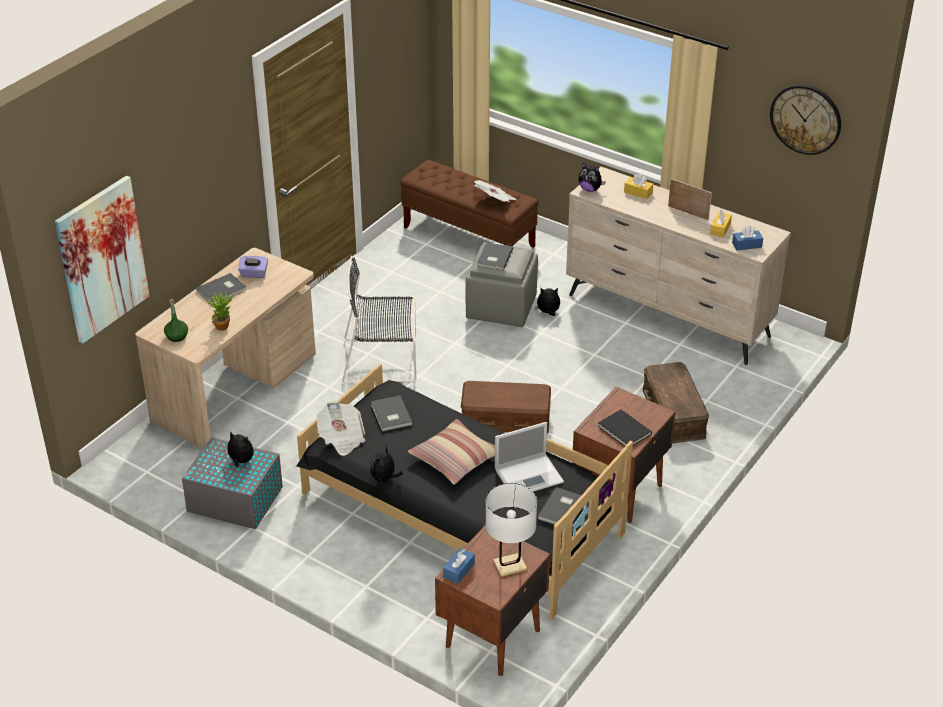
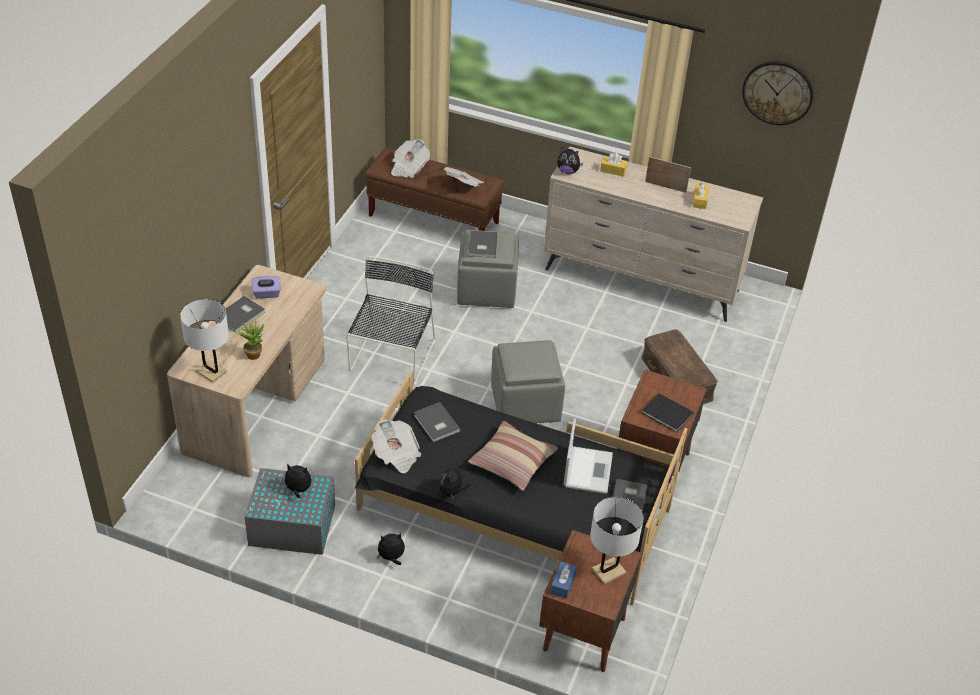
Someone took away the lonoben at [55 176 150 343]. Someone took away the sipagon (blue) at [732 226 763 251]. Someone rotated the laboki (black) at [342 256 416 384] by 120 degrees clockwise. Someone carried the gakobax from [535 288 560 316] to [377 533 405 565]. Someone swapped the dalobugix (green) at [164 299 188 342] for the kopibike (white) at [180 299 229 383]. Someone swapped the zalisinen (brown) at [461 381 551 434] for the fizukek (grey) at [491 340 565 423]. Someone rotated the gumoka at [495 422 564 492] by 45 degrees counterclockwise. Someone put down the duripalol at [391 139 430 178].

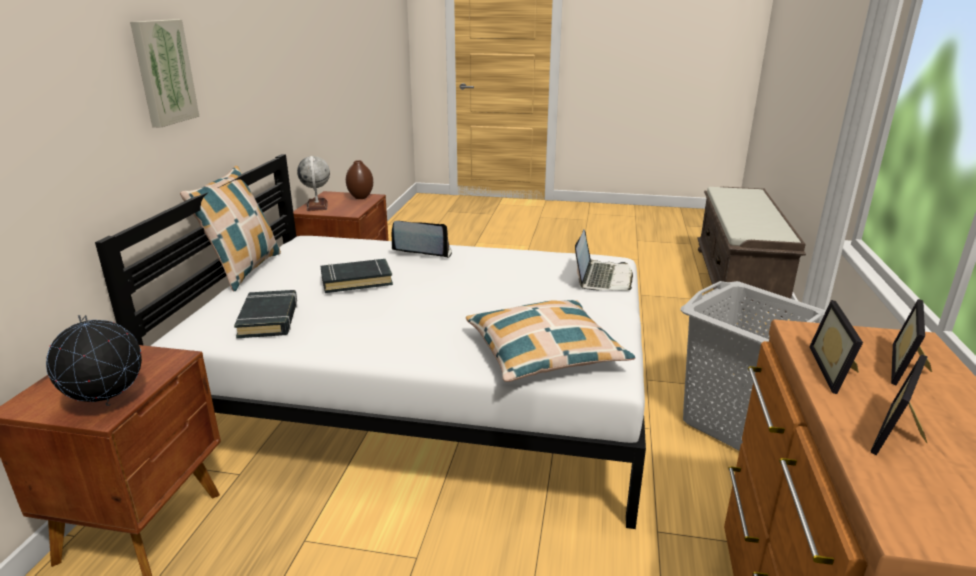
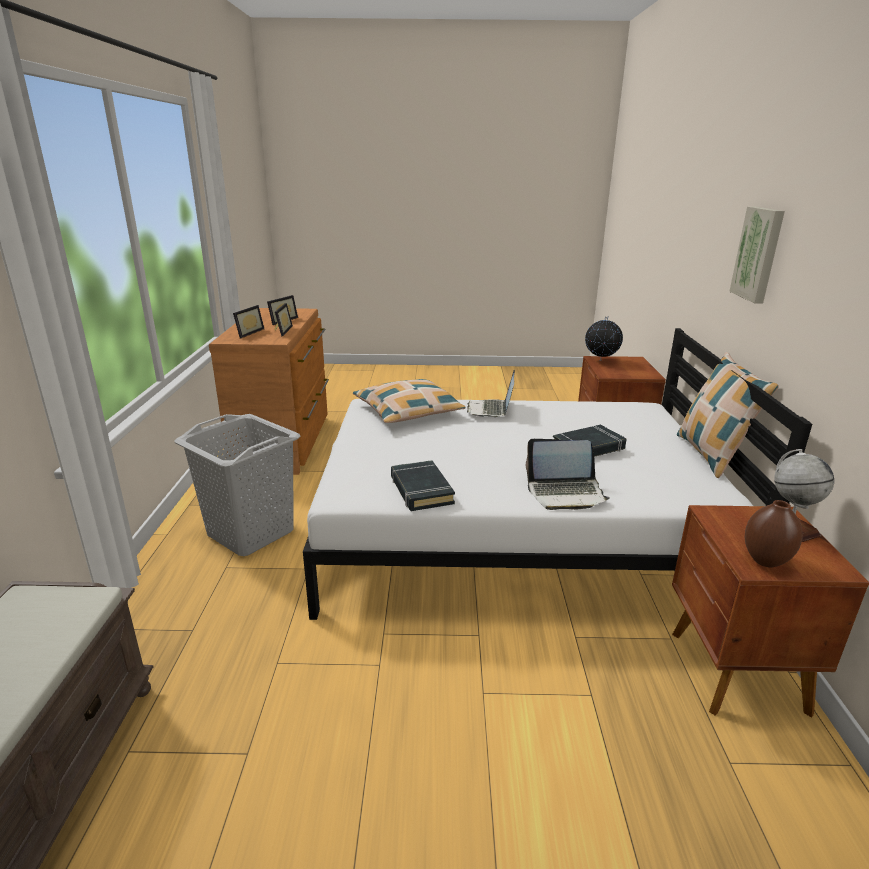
Someone carried the gumoka from [575 230 633 291] to [467 370 515 417]. Someone carried the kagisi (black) from [234 290 297 338] to [391 460 455 511].

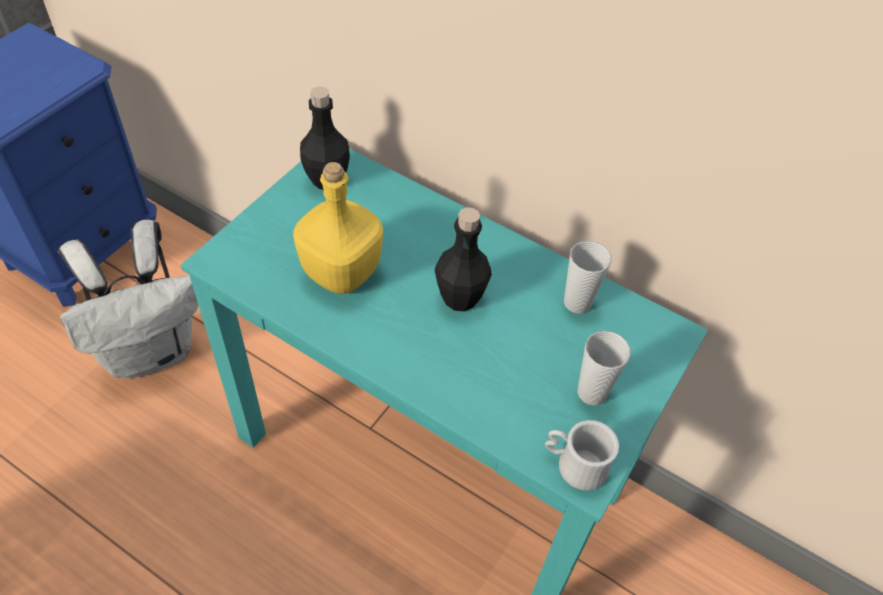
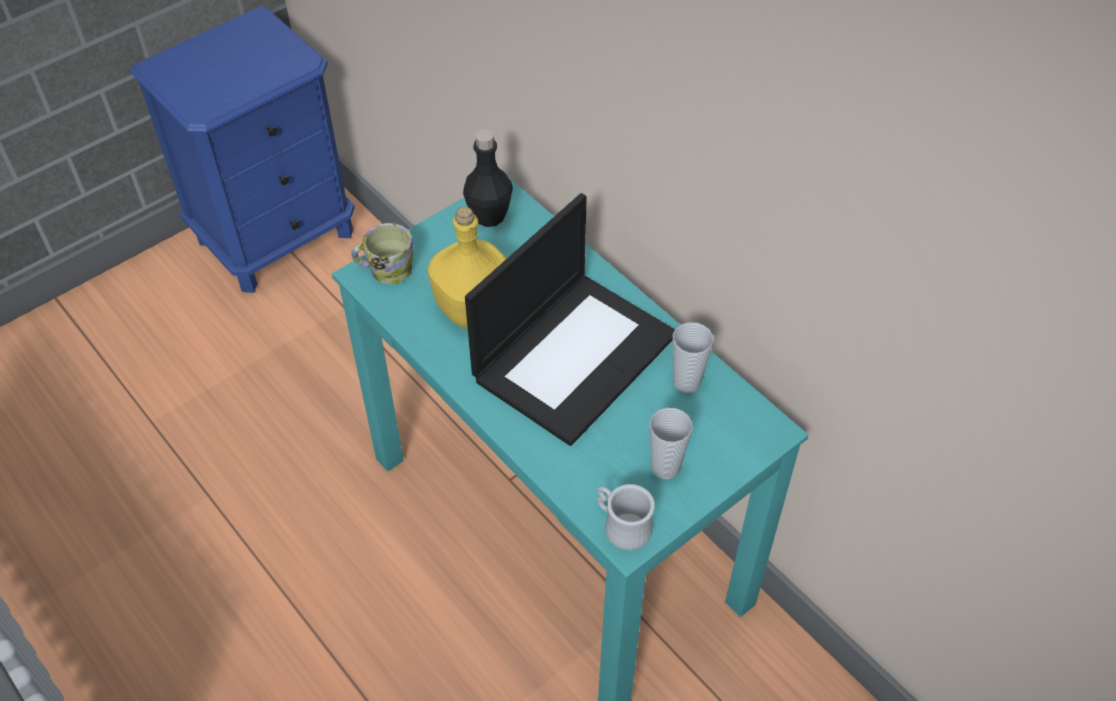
Someone swapped the dalobugix (black) at [435 207 492 312] for the gumoka at [465 193 675 446]. Someone took away the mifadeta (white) at [57 220 198 379]. Someone put down the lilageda at [351 223 413 284].

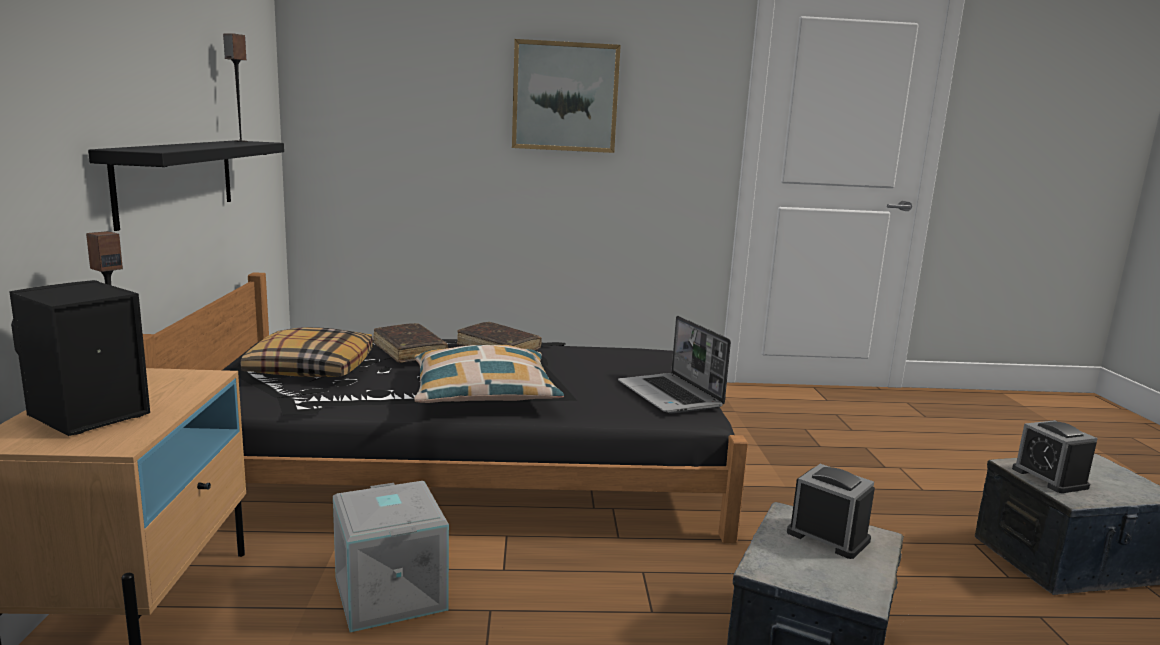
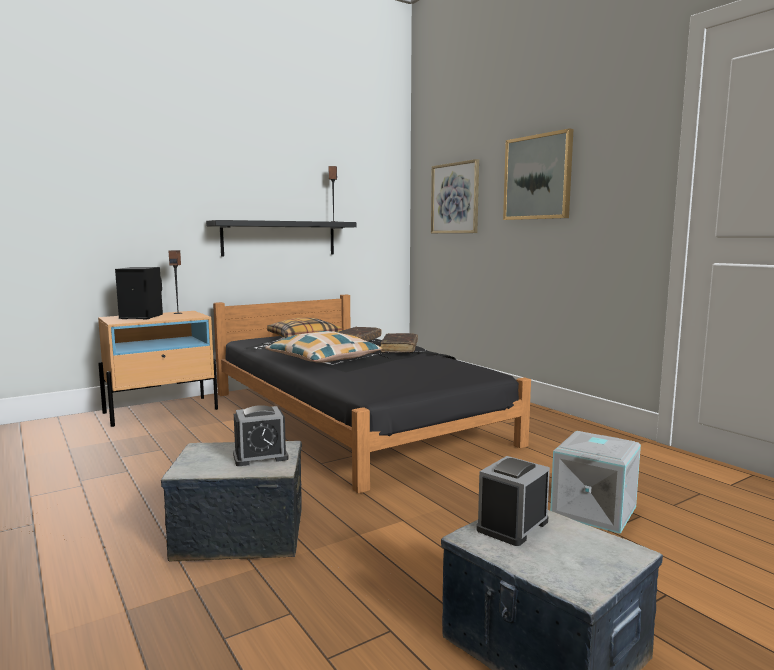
Someone took away the gumoka at [618 316 731 413]. Someone rotated the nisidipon at [787 464 875 559] by 60 degrees clockwise. Someone carried the zalisinen (grey) from [333 481 449 632] to [550 431 641 534]. Someone put up the lonoben at [431 159 479 233].

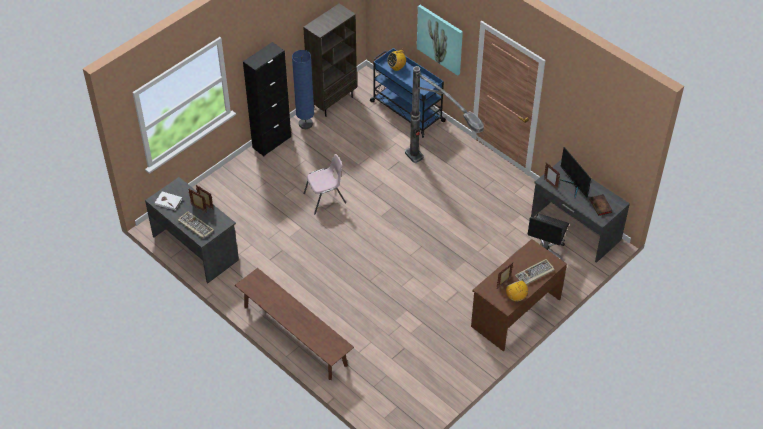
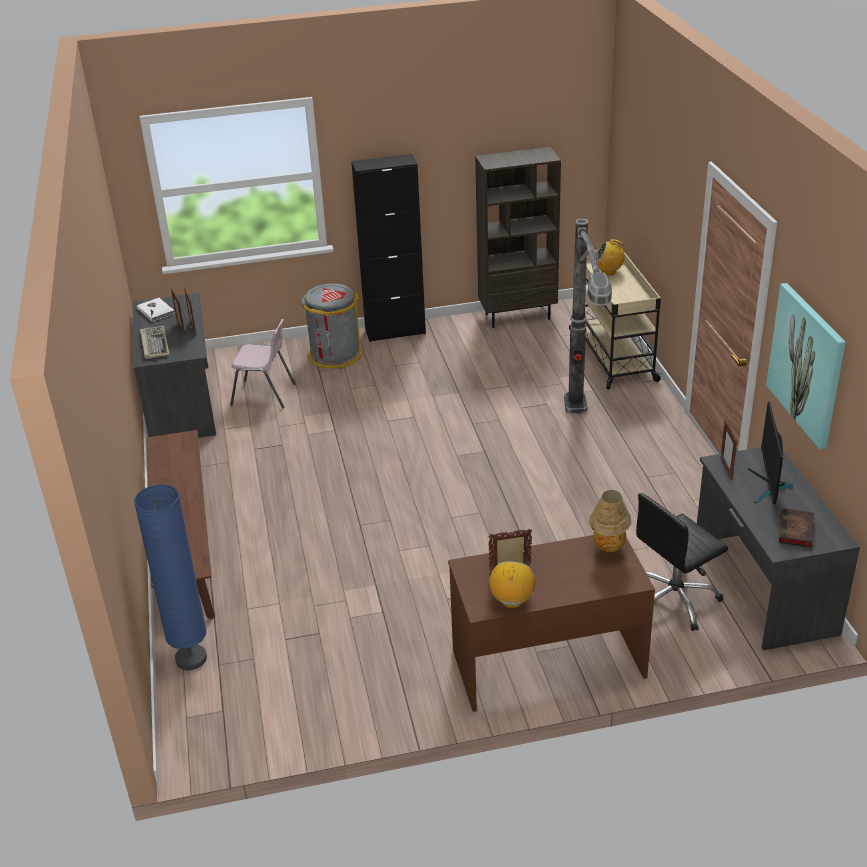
Someone carried the lonoben from [417 5 463 76] to [766 283 846 450]. Someone repainted the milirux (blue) at [370 48 447 138], which became the milirux (beige) at [569 250 662 389]. Someone carried the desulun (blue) from [292 50 314 129] to [134 484 207 670]. Someone carried the laboki (pink) from [304 154 346 214] to [230 319 296 408]. Someone took away the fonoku at [515 259 555 285]. Someone put down the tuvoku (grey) at [300 284 362 368]. Someone put down the kopibike at [589 490 631 552].

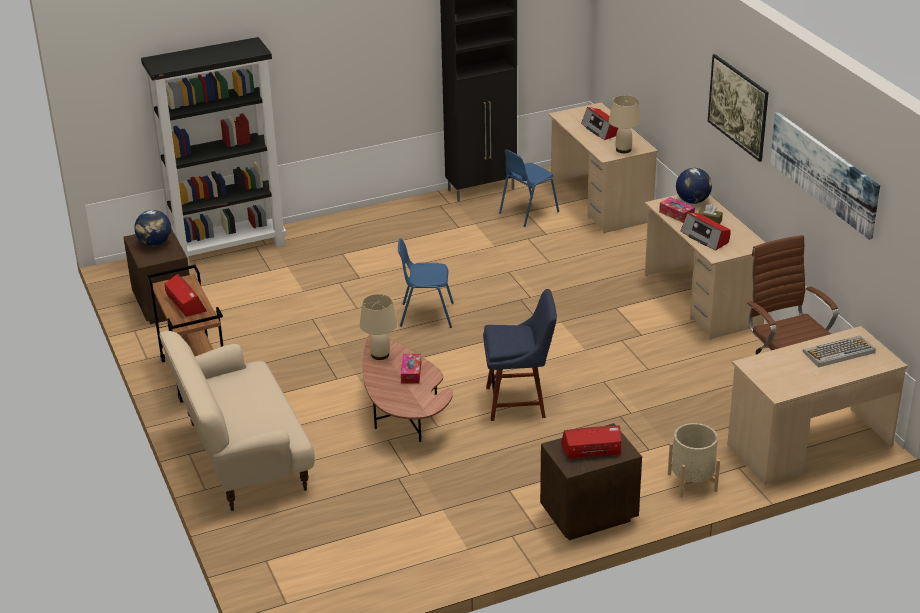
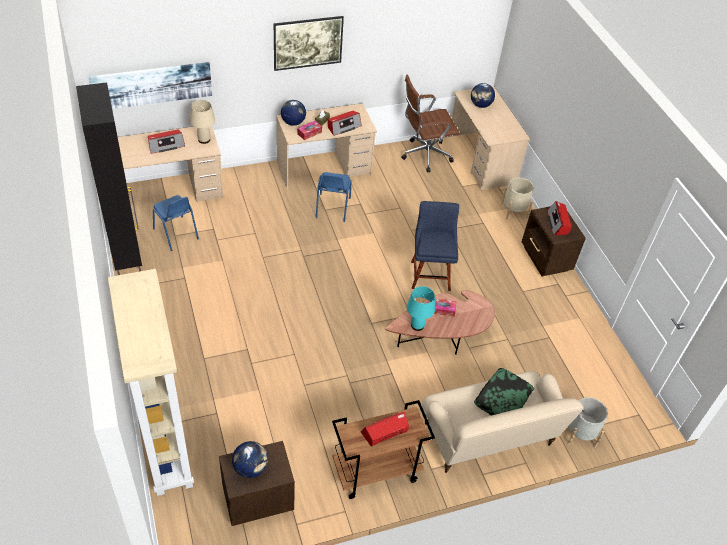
Someone repainted the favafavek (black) at [141 37 287 266], which became the favafavek (beige) at [108 269 194 496]. Someone carried the lonoben from [770 112 880 240] to [88 62 212 109]. Someone carried the laboki (blue) from [398 238 454 328] to [316 172 352 222]. Someone repainted the kopibike (beige) at [360 294 397 360], which became the kopibike (turquoise) at [407 286 435 331]. Someone swapped the fonoku at [803 335 876 367] for the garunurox at [471 83 495 108]. Someone put down the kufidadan at [474 368 534 415]. Someone put down the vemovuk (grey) at [567 397 608 448].

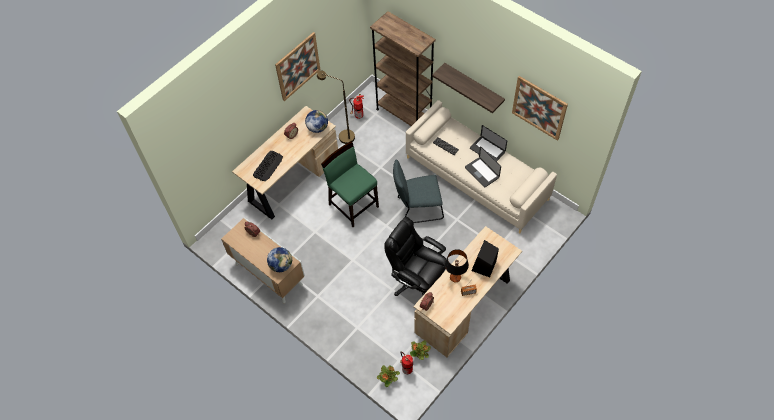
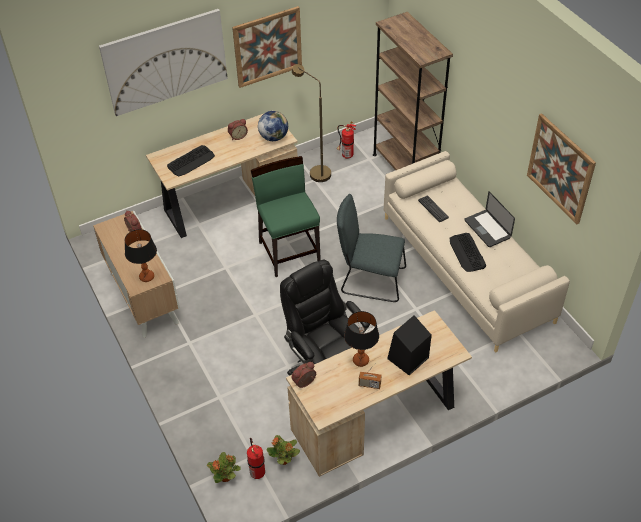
Someone took away the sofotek at [432 63 505 113]. Someone swapped the gumoka at [465 146 501 187] for the fonoku at [449 233 486 272]. Someone swapped the garunurox at [267 247 292 272] for the kopibike at [125 229 157 282]. Someone put up the lonoben at [99 9 228 116].

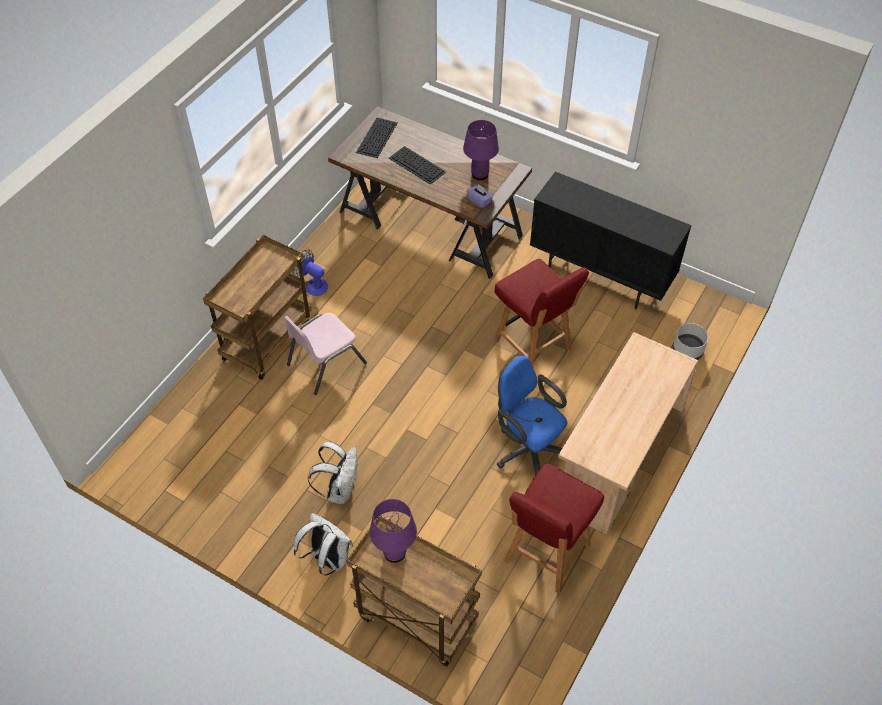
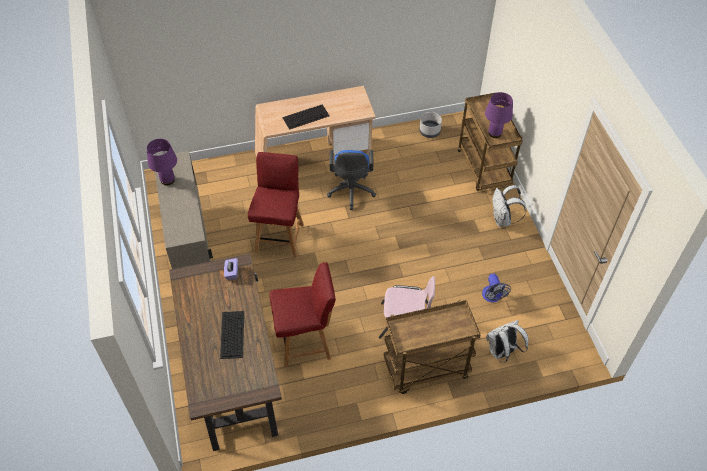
Someone carried the fonoku from [356 118 398 158] to [282 105 330 130]. Someone carried the kopibike (purple) from [463 120 499 180] to [147 139 177 186]. Someone repainted the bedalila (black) at [530 171 692 310], which became the bedalila (beige) at [155 151 213 269]. Someone carried the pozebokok from [292 249 328 296] to [482 274 511 302]. Someone carried the vemovuk (grey) from [673 323 708 360] to [419 112 442 138]. Someone carried the mifadeta (white) from [308 441 357 504] to [486 320 529 363]. Someone carried the laboki (red) from [504 463 604 594] to [270 262 336 367].

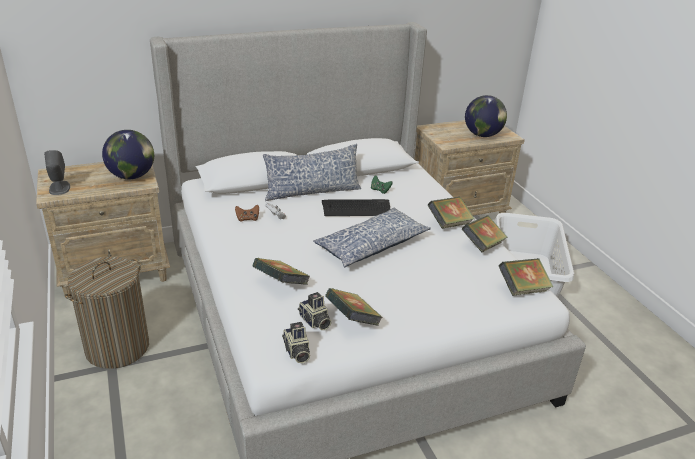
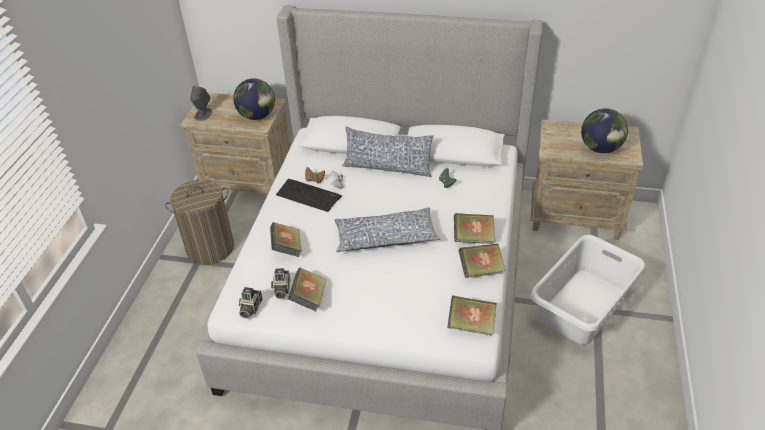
Someone carried the fonoku from [322 199 390 216] to [276 179 342 212].

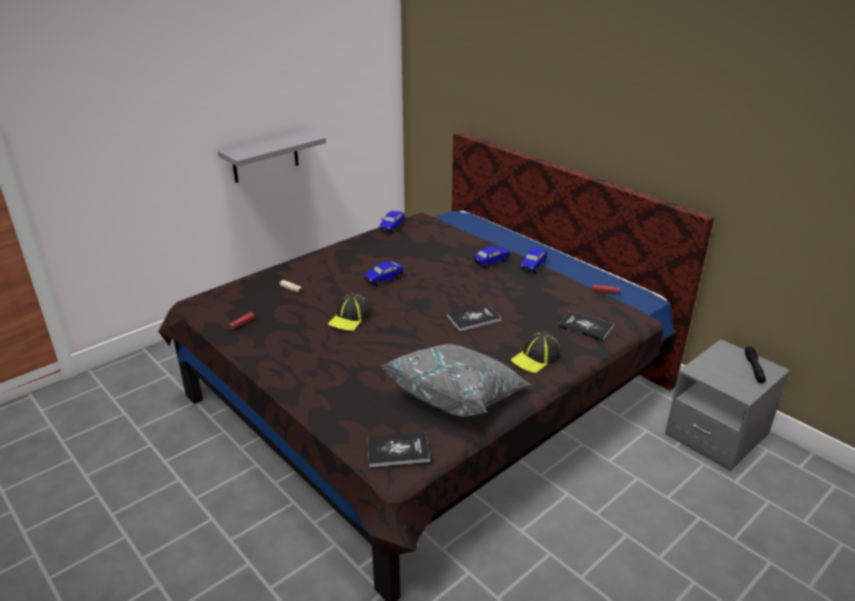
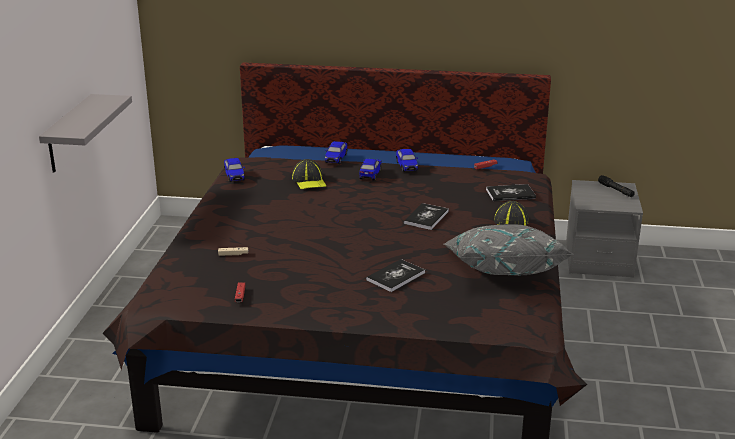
Someone carried the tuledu from [364 261 403 287] to [325 141 348 164]. Someone carried the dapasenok from [328 293 371 331] to [292 159 327 189]. Someone carried the kagisi from [367 432 430 467] to [366 259 425 292].

